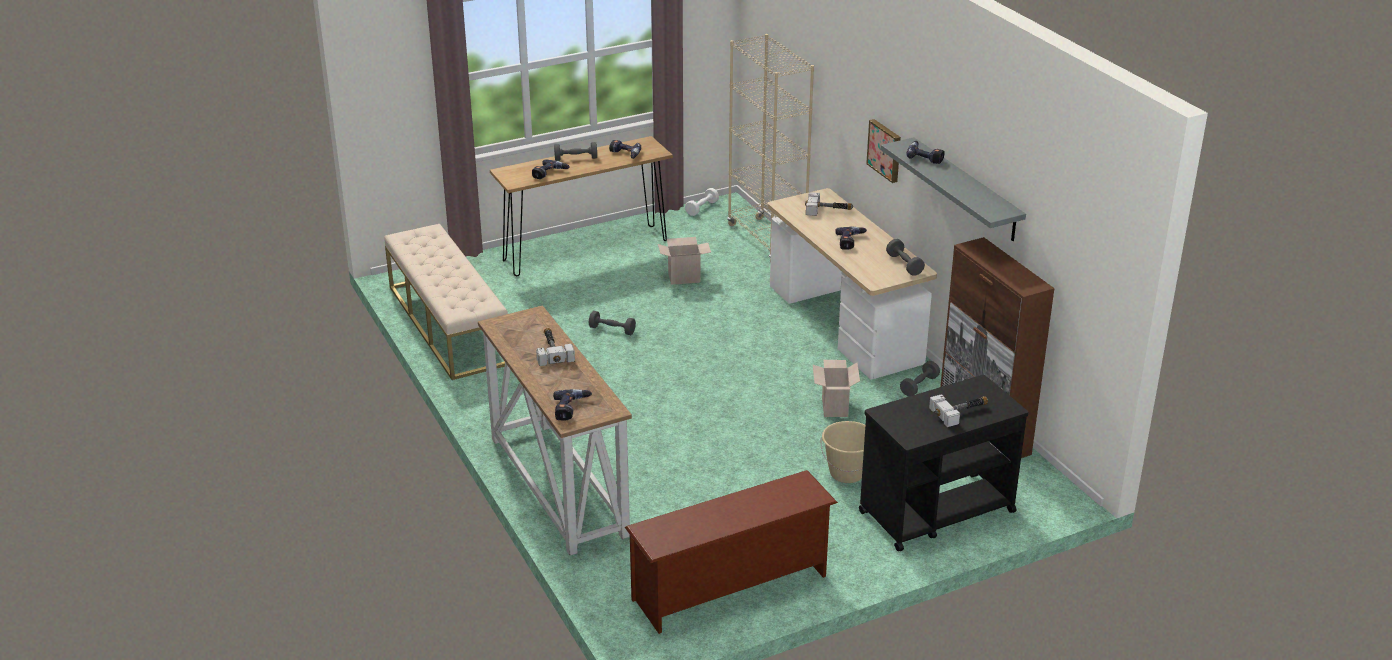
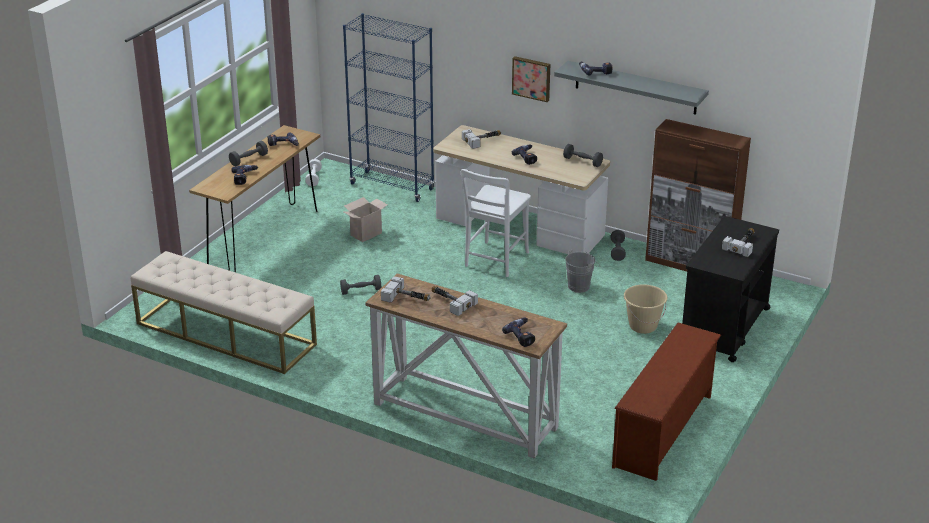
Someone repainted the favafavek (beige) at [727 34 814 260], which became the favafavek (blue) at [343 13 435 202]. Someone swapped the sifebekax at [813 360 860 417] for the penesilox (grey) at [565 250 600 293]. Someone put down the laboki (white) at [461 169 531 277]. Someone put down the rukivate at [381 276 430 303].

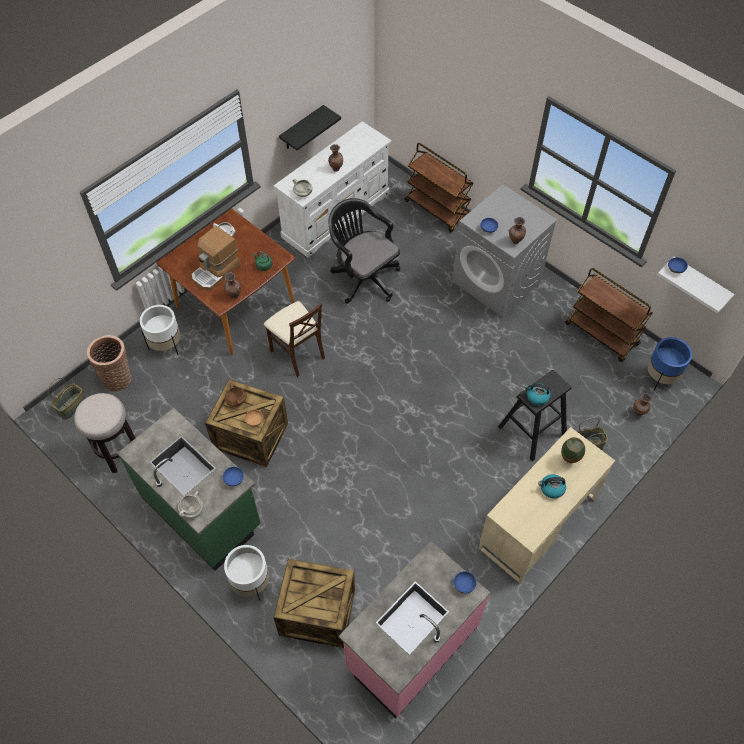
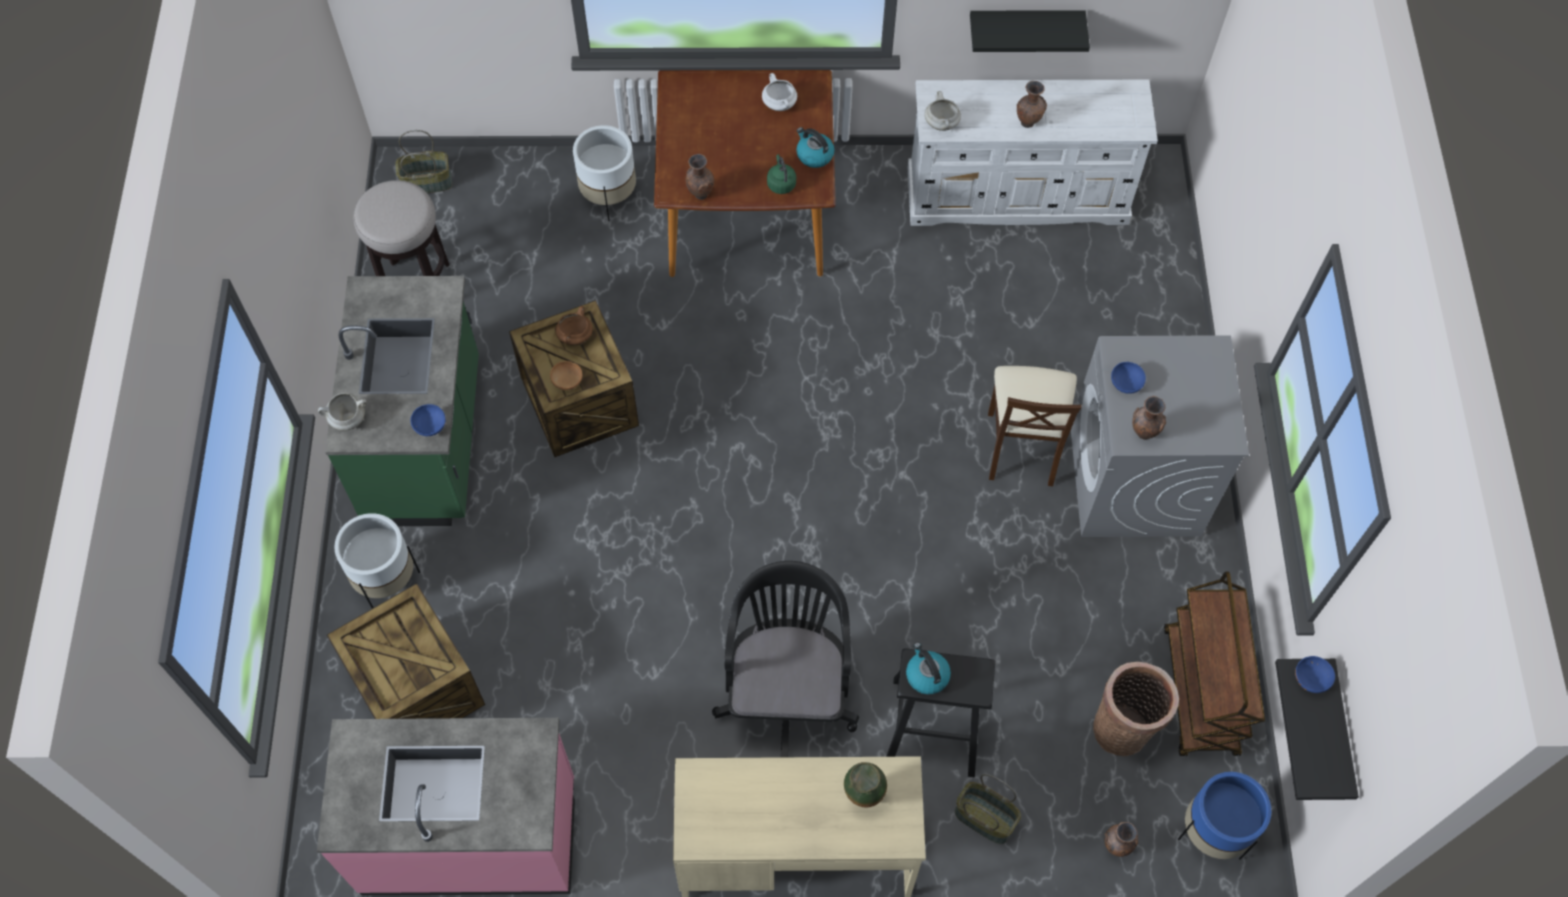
Someone took away the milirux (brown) at [405 143 473 232]. Someone carried the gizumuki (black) from [329 198 400 304] to [712 561 859 757]. Someone took away the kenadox at [192 226 241 291]. Someone repainted the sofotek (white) at [657 257 734 314], which became the sofotek (black) at [1275 659 1359 800]. Someone carried the laboki (beige) from [264 301 325 377] to [988 366 1082 486]. Someone carried the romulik from [87 335 131 392] to [1093 662 1179 756]. Someone carried the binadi from [538 474 566 499] to [796 127 834 168]. Someone took away the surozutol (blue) at [454 571 476 594].

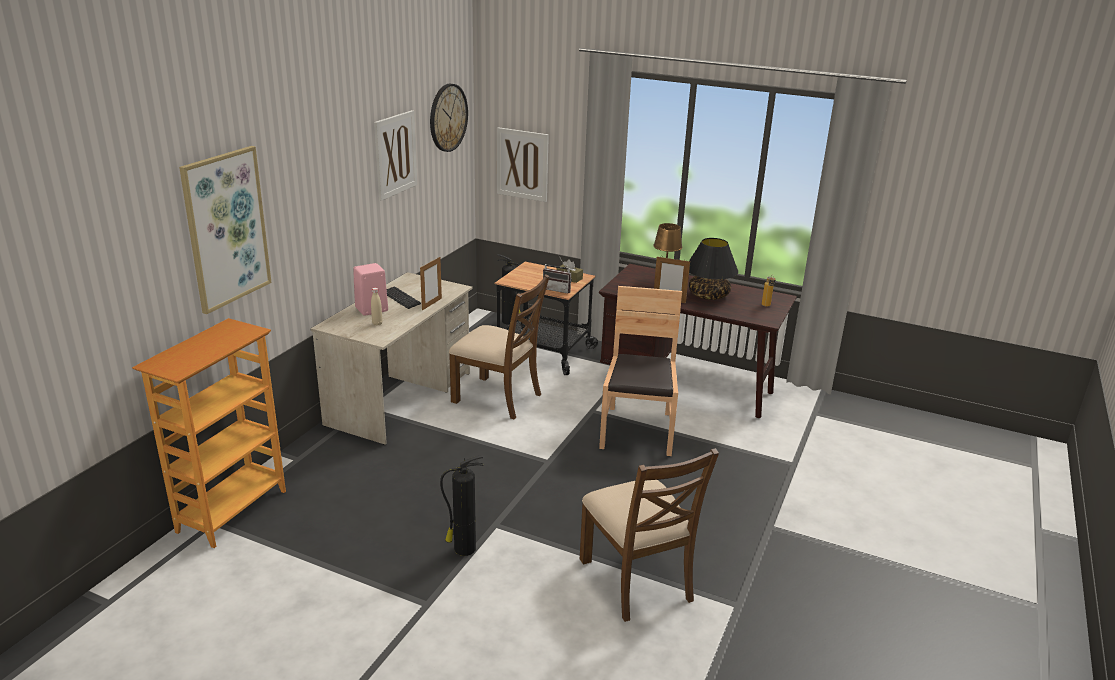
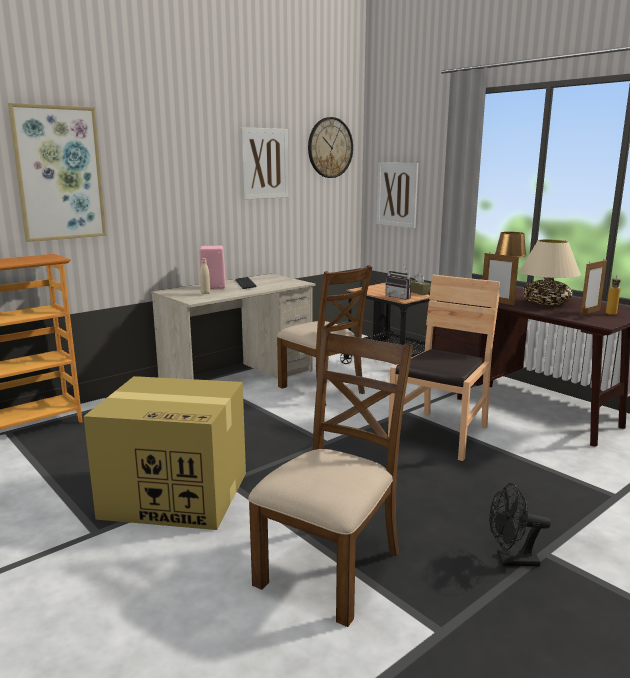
Someone repainted the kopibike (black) at [689 238 738 300], which became the kopibike (beige) at [519 239 581 305]. Someone carried the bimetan from [420 257 442 310] to [580 260 607 316]. Someone rotated the laboki (brown) at [580 448 719 622] by 150 degrees counterclockwise. Someone swapped the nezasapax at [440 455 483 556] for the sifebekax at [83 376 246 530]. Someone put down the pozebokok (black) at [489 483 551 566].

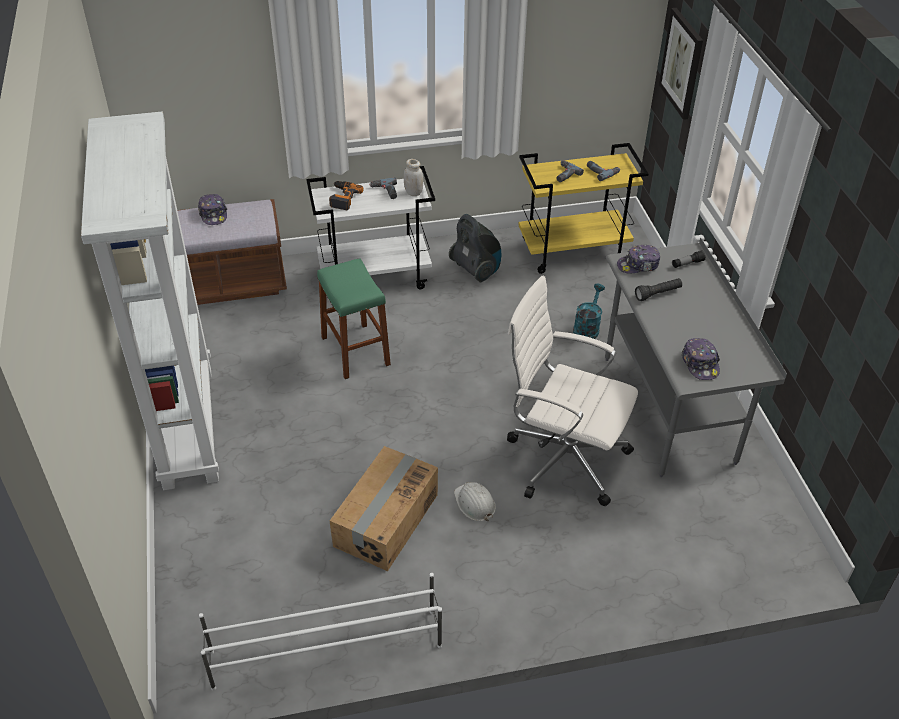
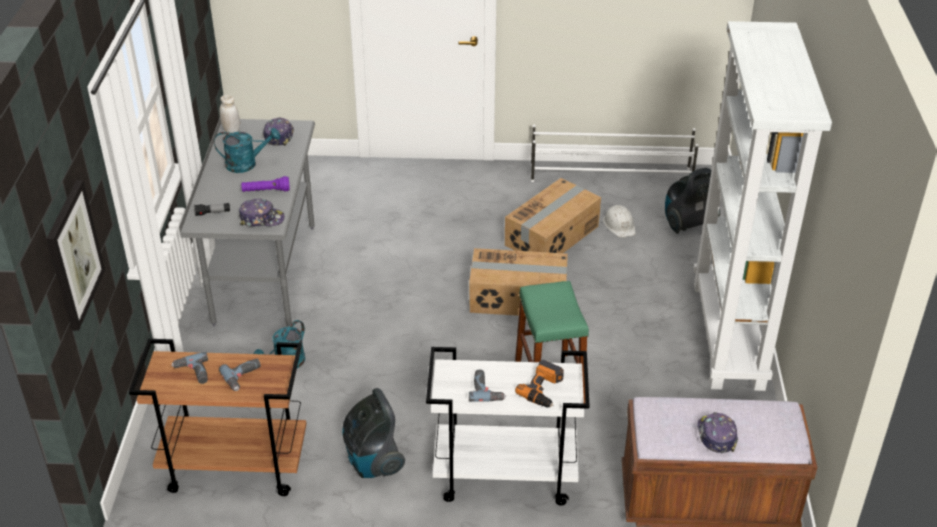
Someone repainted the milirux (yellow) at [518 143 648 274], which became the milirux (brown) at [129 339 306 496]. Someone carried the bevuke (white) from [404 159 423 196] to [220 95 240 133]. Someone took away the gizumuki (white) at [507 276 638 506]. Someone repainted the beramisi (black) at [635 278 682 301], which became the beramisi (purple) at [241 176 290 192]. Someone carried the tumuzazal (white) from [454 482 496 521] to [603 205 635 238]. Someone put down the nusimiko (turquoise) at [214 128 280 173]. Someone put down the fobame at [665 168 720 234]. Someone put down the sifebekax at [469 248 568 316].

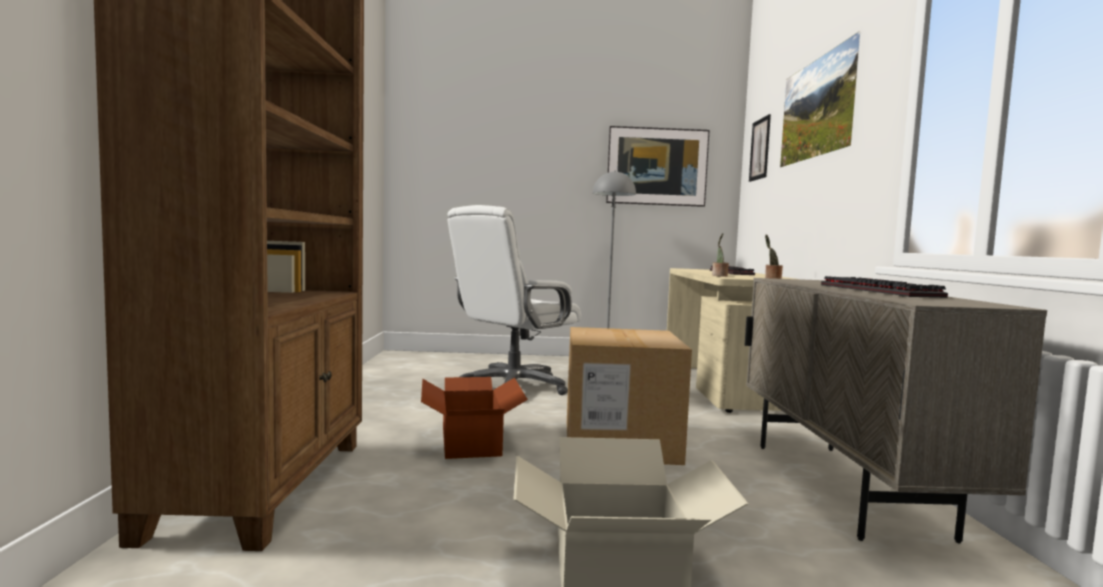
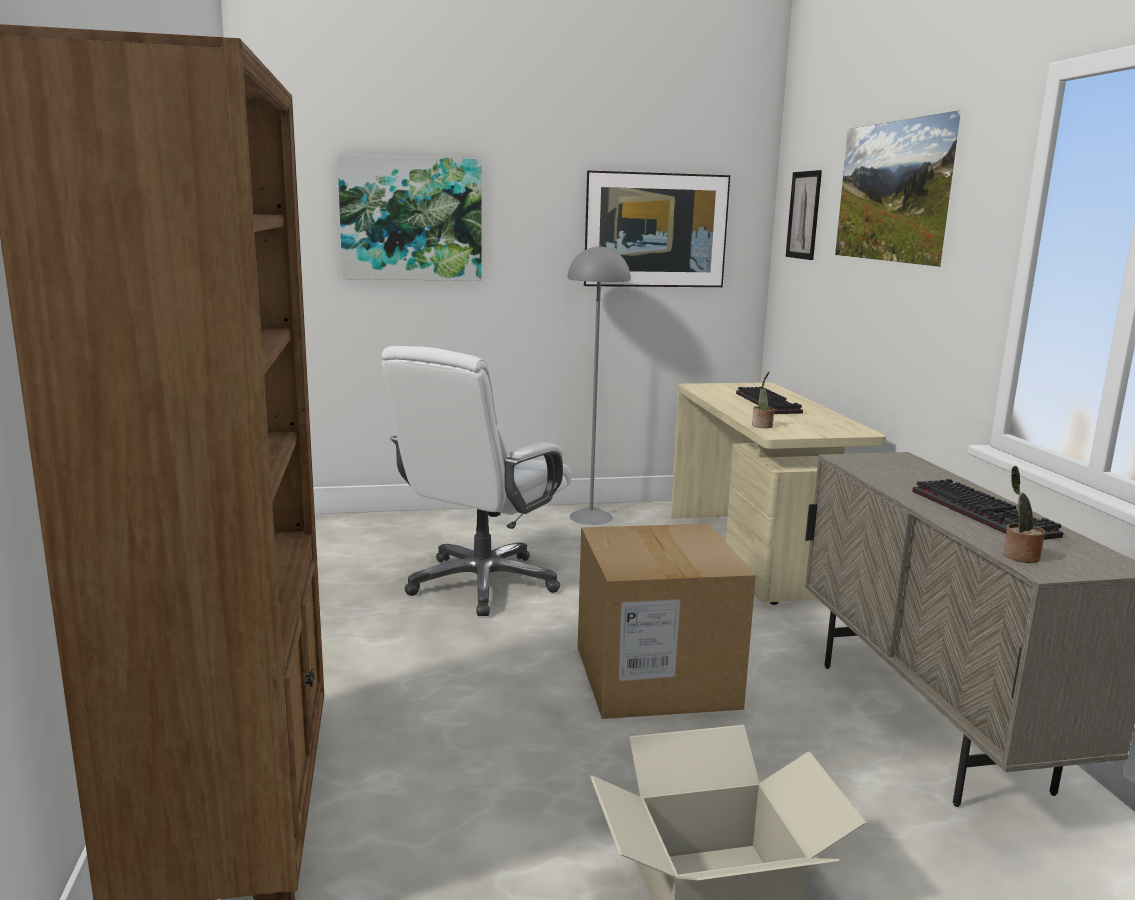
Someone carried the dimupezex from [765 234 783 279] to [1003 466 1045 563]. Someone took away the sifebekax at [421 377 528 459]. Someone put up the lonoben at [337 154 482 281].

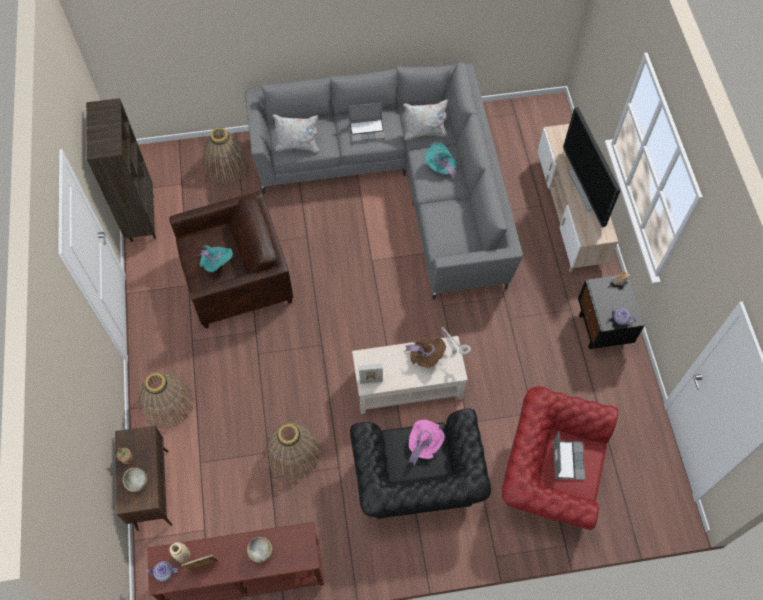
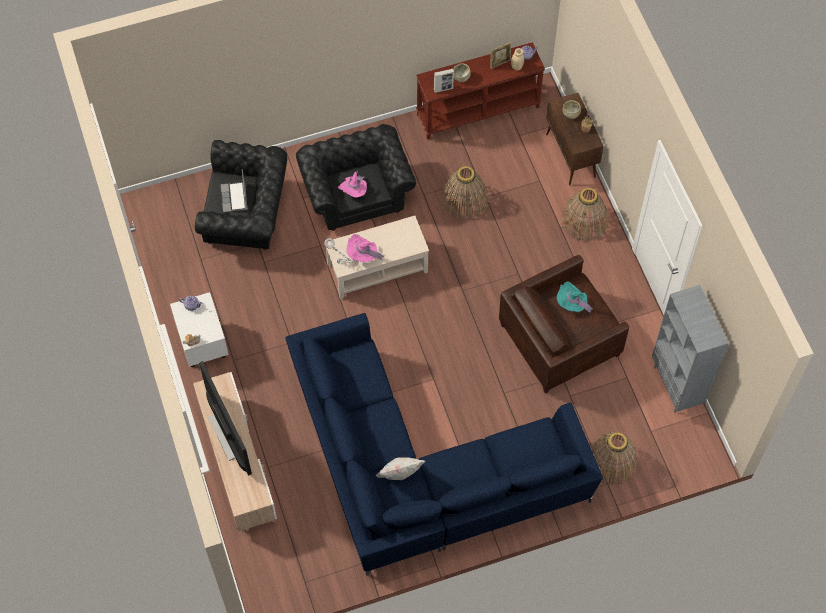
Someone repainted the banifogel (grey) at [245 62 523 300], which became the banifogel (blue) at [285 313 603 576]. Someone repainted the favafavek (brown) at [86 98 156 242], which became the favafavek (grey) at [652 285 728 413]. Someone took away the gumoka at [349 103 385 142]. Someone took away the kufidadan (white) at [272 114 320 153]. Someone took away the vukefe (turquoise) at [425 143 459 179]. Someone repainted the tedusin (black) at [578 274 645 349], which became the tedusin (white) at [170 292 229 367]. Someone repainted the vukefe (brown) at [404 338 446 368], which became the vukefe (pink) at [346 234 384 262]. Someone carried the bimetan from [359 364 383 384] to [434 69 454 93]. Someone repainted the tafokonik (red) at [502 386 619 530], which became the tafokonik (black) at [195 140 287 250].

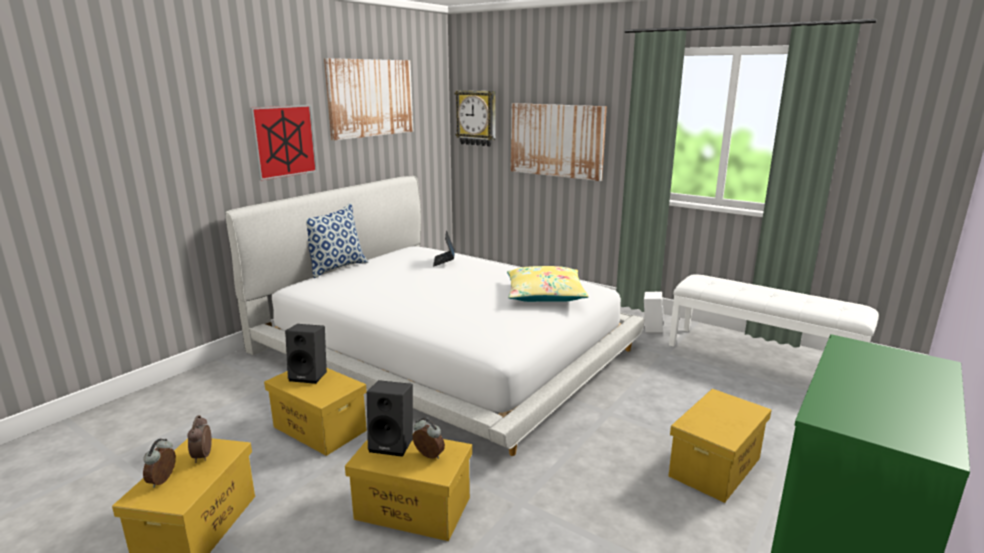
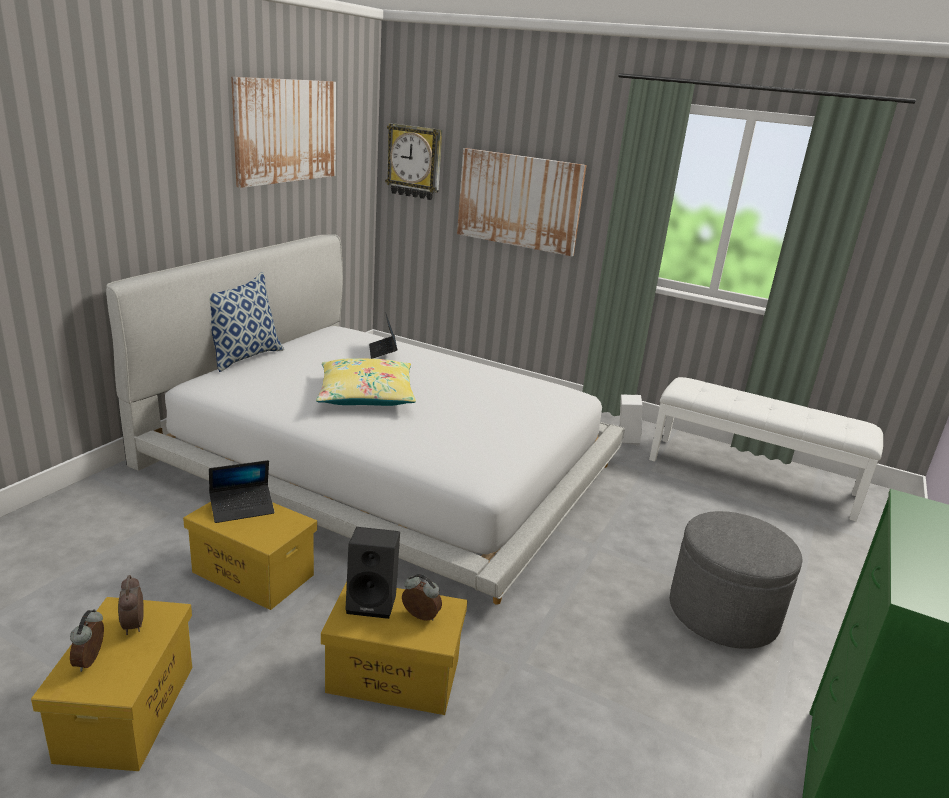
Someone took away the lonoben at [250 105 318 181]. Someone carried the kufidadan (yellow) from [507 266 589 302] to [316 359 416 406]. Someone swapped the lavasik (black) at [285 324 327 384] for the gumoka at [209 460 274 523]. Someone swapped the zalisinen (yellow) at [668 389 771 503] for the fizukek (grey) at [670 511 803 649].

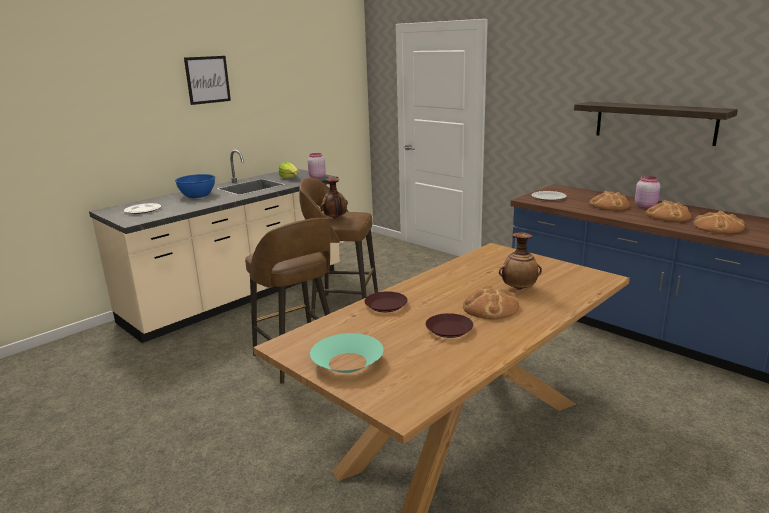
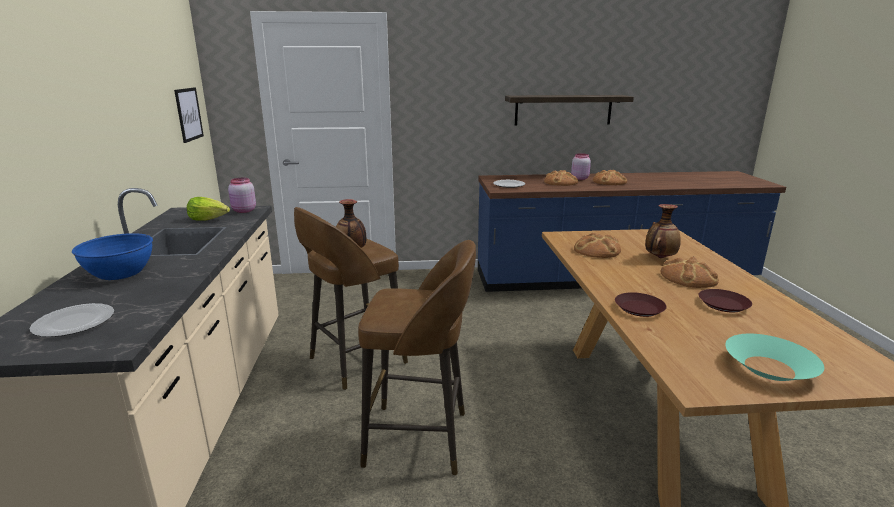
Someone carried the lonoben from [184 56 231 105] to [174 87 204 143]. Someone carried the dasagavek from [693 211 745 234] to [574 233 621 258].

